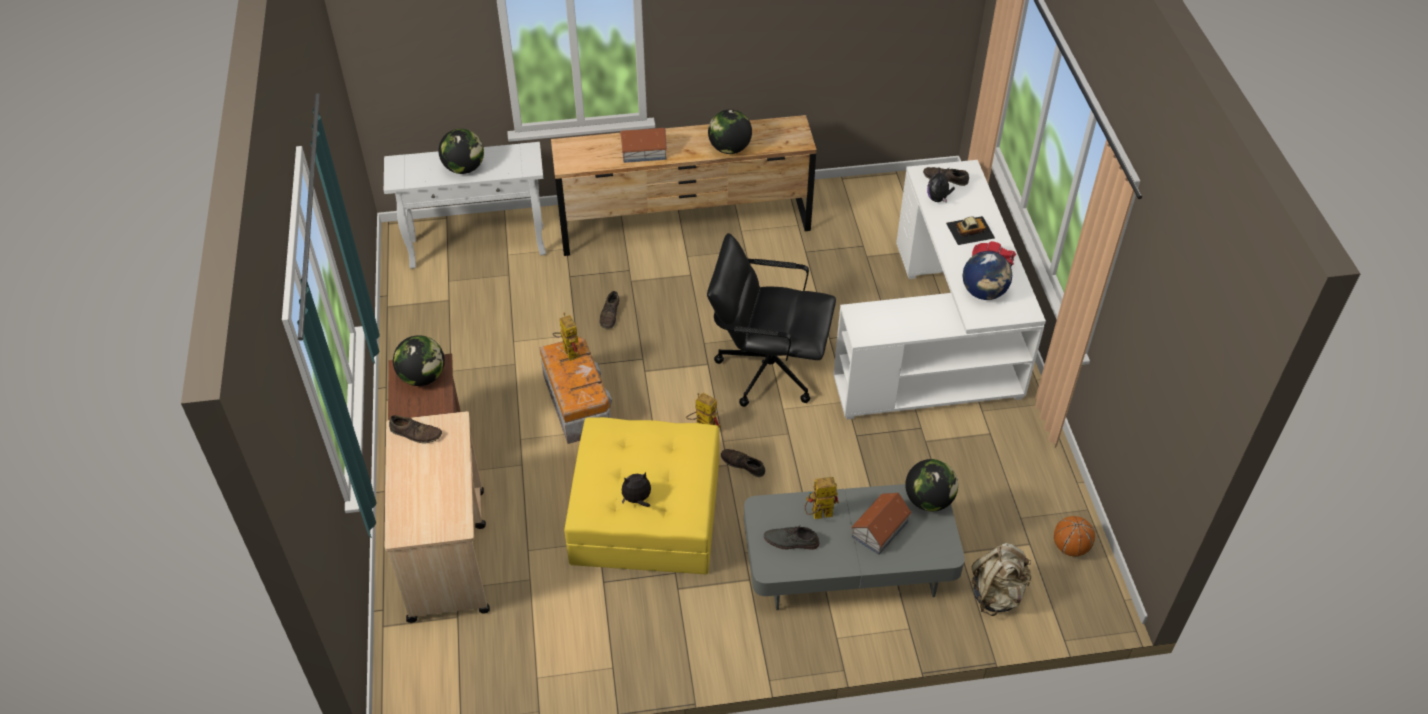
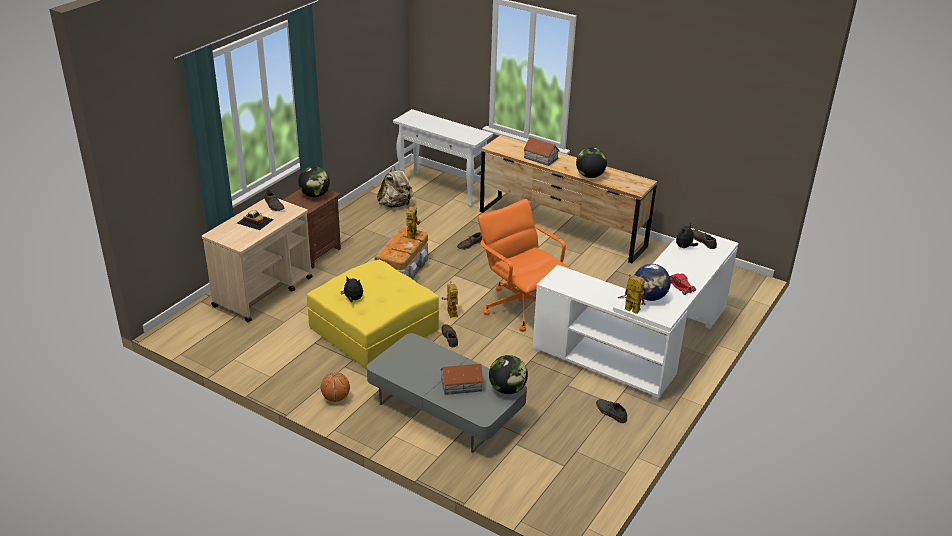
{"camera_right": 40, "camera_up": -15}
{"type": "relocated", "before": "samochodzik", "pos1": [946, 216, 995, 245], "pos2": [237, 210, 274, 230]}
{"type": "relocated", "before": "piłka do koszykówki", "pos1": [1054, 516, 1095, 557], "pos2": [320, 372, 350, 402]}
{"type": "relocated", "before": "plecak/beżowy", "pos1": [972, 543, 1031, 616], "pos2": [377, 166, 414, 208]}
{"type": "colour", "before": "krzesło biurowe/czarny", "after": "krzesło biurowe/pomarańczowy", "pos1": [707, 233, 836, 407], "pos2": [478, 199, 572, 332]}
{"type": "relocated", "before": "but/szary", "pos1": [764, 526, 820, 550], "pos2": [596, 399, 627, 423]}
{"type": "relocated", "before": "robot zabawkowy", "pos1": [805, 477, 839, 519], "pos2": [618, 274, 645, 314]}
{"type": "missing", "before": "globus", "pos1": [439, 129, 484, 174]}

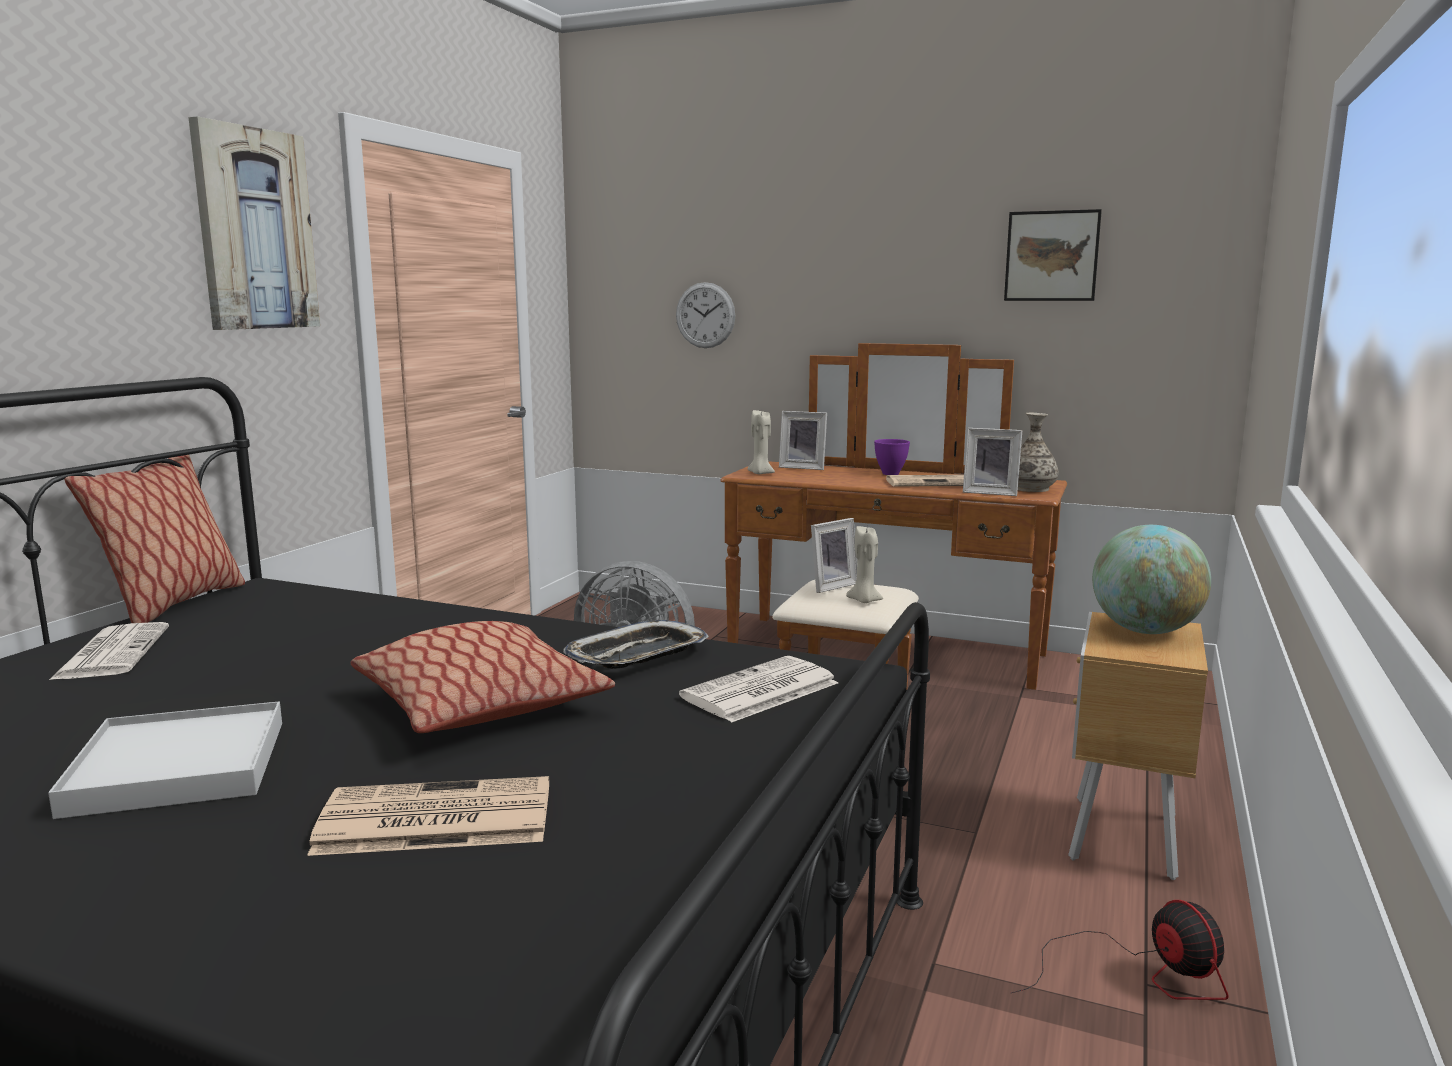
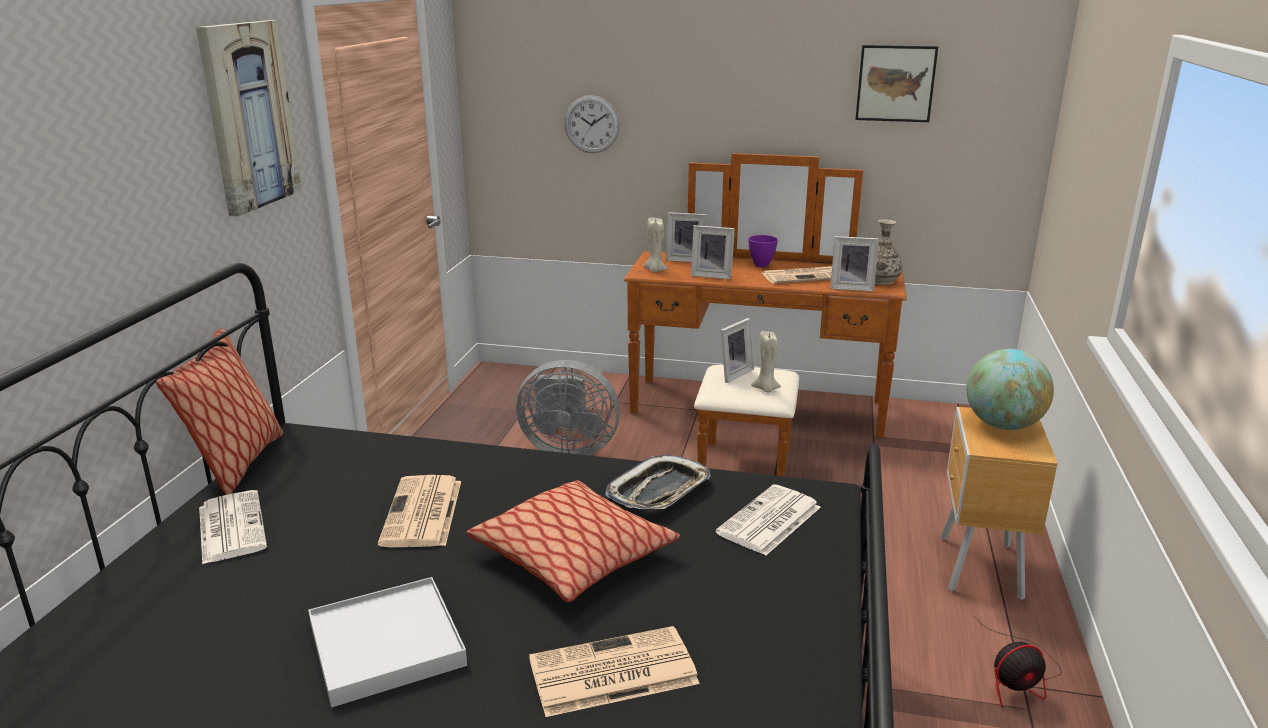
{"camera_right": -10, "camera_up": 10}
{"type": "appeared", "after": "gazeta", "pos2": [378, 475, 461, 547]}
{"type": "appeared", "after": "ramka na zdjęcie", "pos2": [691, 225, 735, 279]}
{"type": "spun", "before": "wentylator", "pos1": [1011, 900, 1229, 1000], "pos2": [974, 616, 1062, 708], "turn": 105}

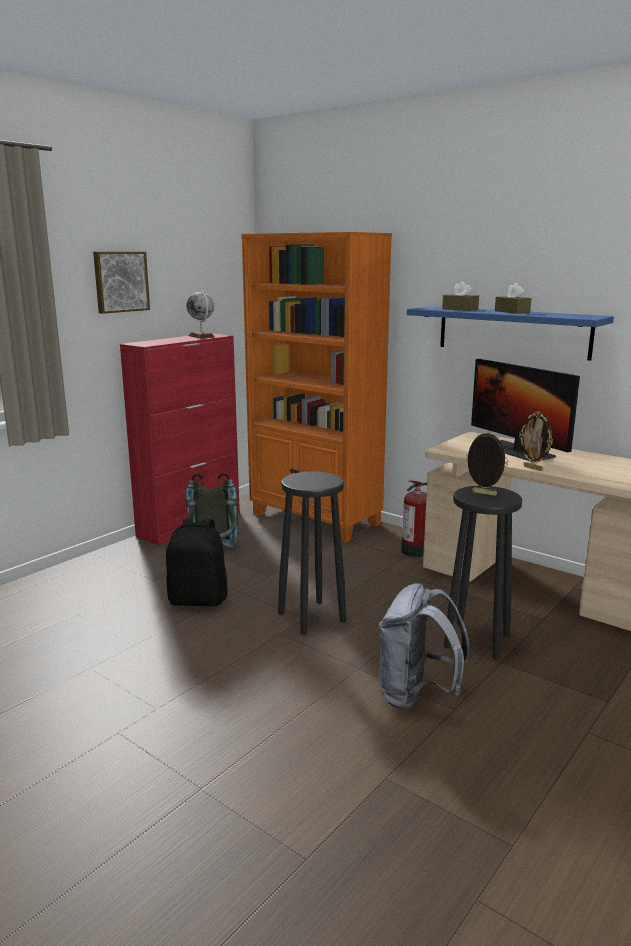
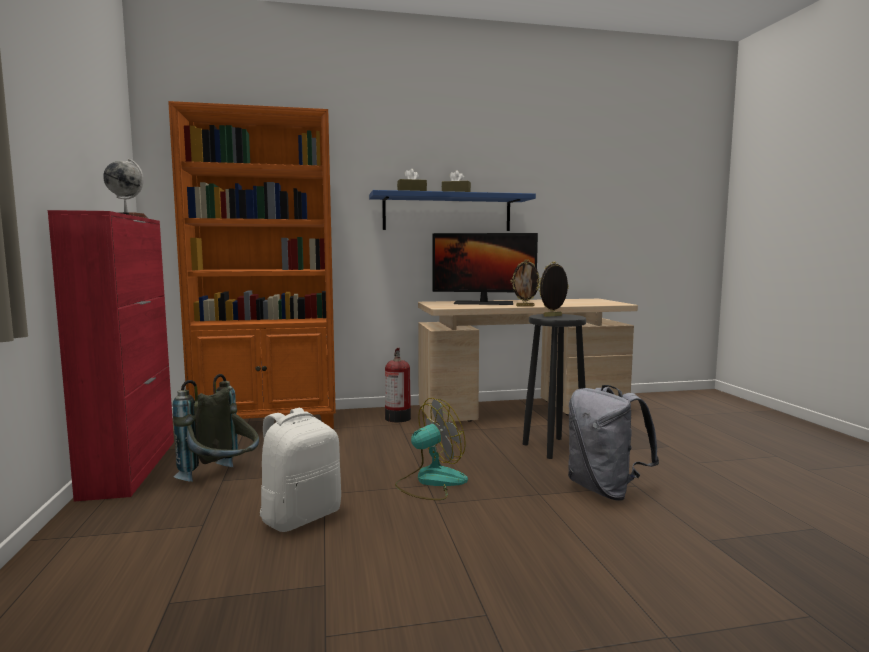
{"camera_right": -50, "camera_up": -10}
{"type": "colour", "before": "plecak/czarny", "after": "plecak/biały", "pos1": [166, 519, 228, 606], "pos2": [260, 408, 341, 532]}
{"type": "exchanged", "before": "stołek/czarny", "after": "wentylator", "pos1": [278, 471, 346, 635], "pos2": [395, 398, 468, 500]}
{"type": "missing", "before": "obraz", "pos1": [93, 252, 150, 314]}

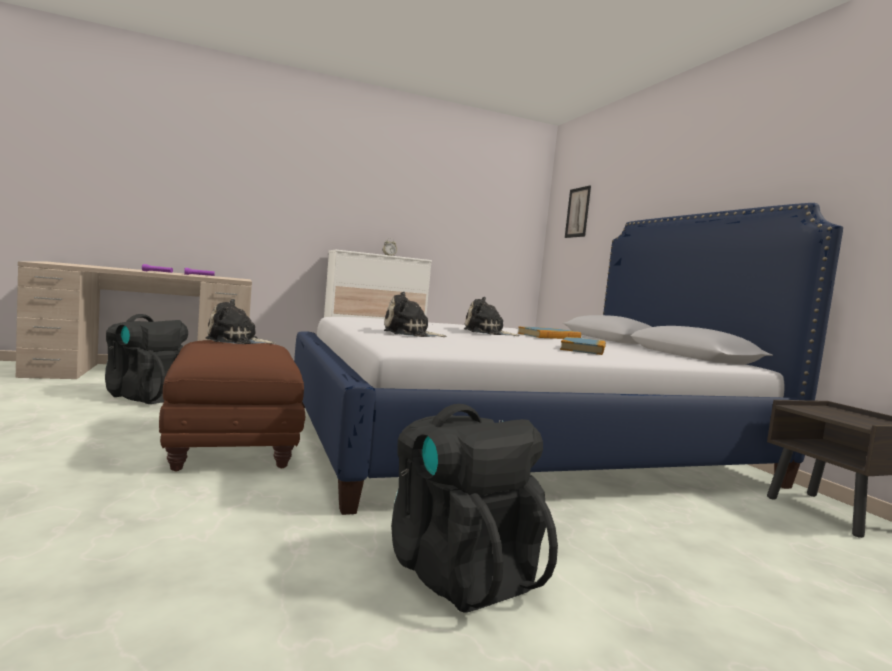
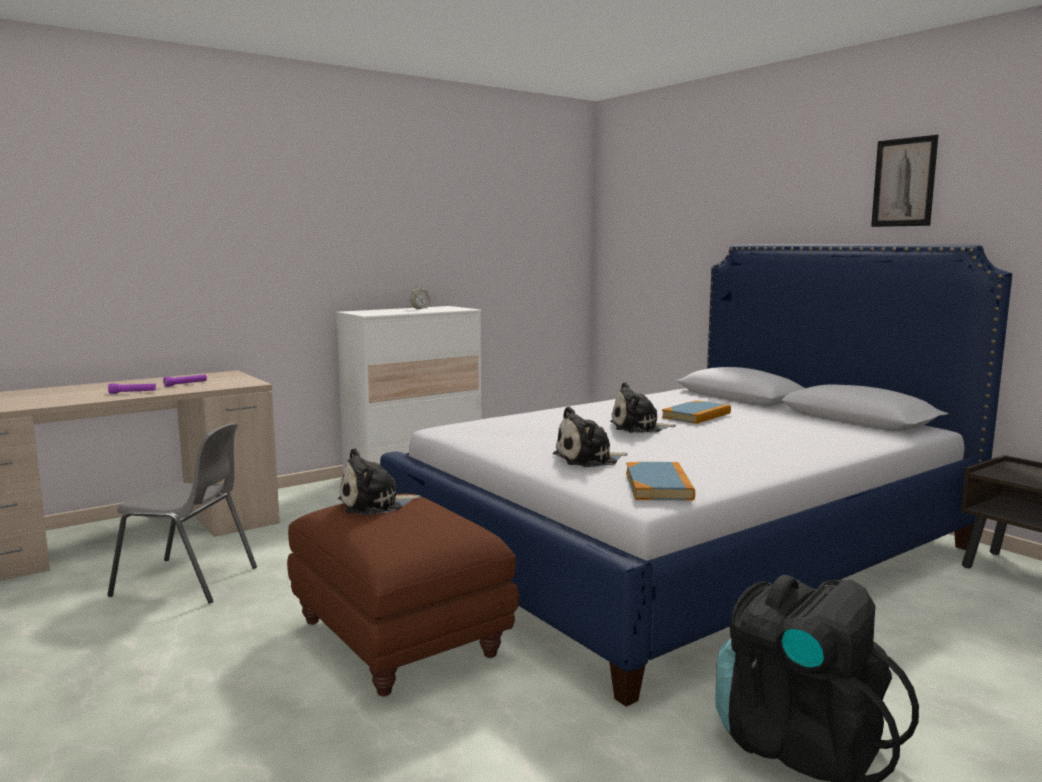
{"camera_right": -15, "camera_up": 5}
{"type": "exchanged", "before": "plecak/czarny", "after": "krzesło/szary", "pos1": [105, 314, 188, 404], "pos2": [107, 423, 257, 604]}
{"type": "relocated", "before": "książka", "pos1": [560, 337, 606, 355], "pos2": [626, 462, 695, 501]}
{"type": "relocated", "before": "obraz", "pos1": [565, 186, 591, 238], "pos2": [871, 135, 938, 227]}

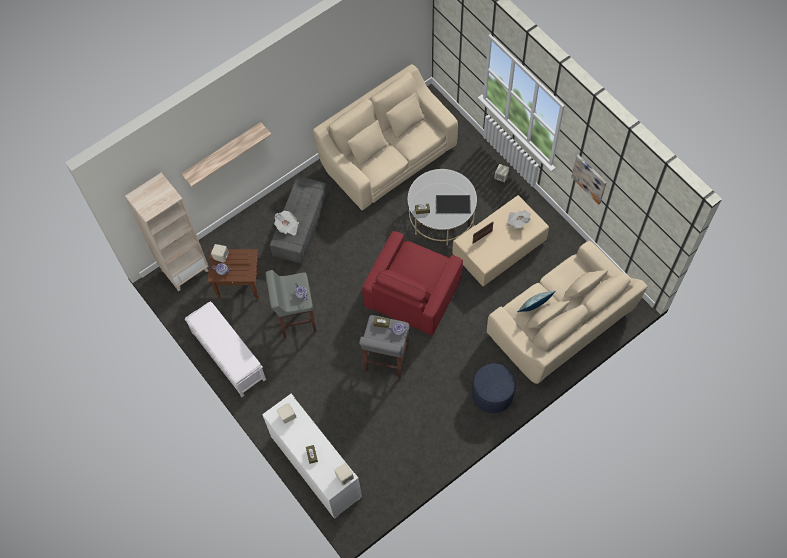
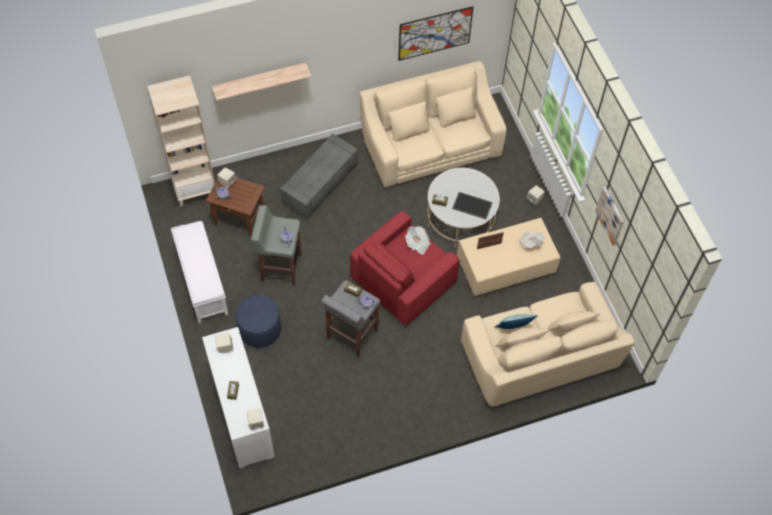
{"camera_right": 15, "camera_up": -5}
{"type": "relocated", "before": "pufa/niebieski", "pos1": [472, 363, 516, 413], "pos2": [236, 295, 281, 348]}
{"type": "appeared", "after": "obraz", "pos2": [398, 6, 473, 61]}
{"type": "relocated", "before": "gazeta", "pos1": [274, 211, 299, 235], "pos2": [405, 226, 431, 255]}

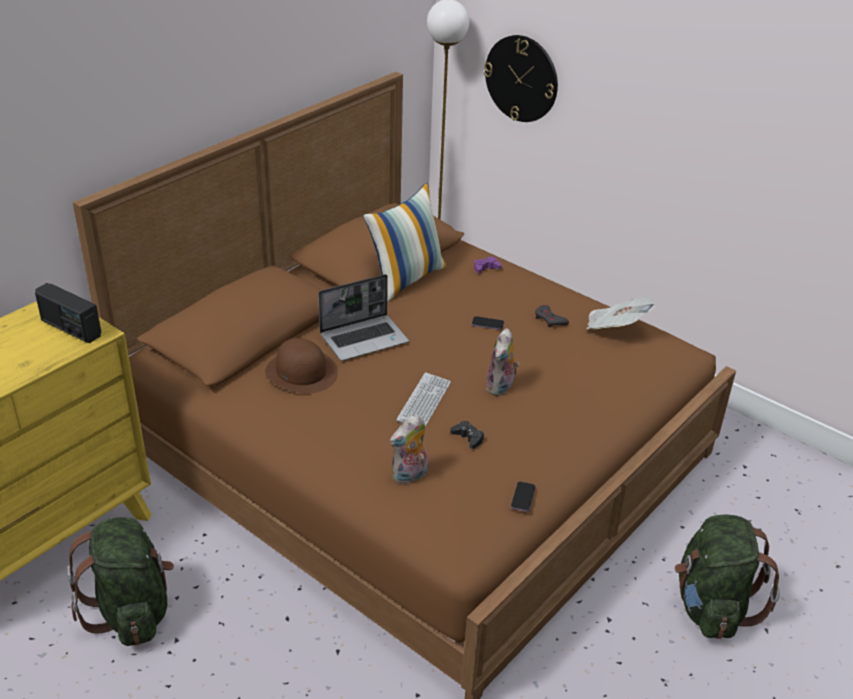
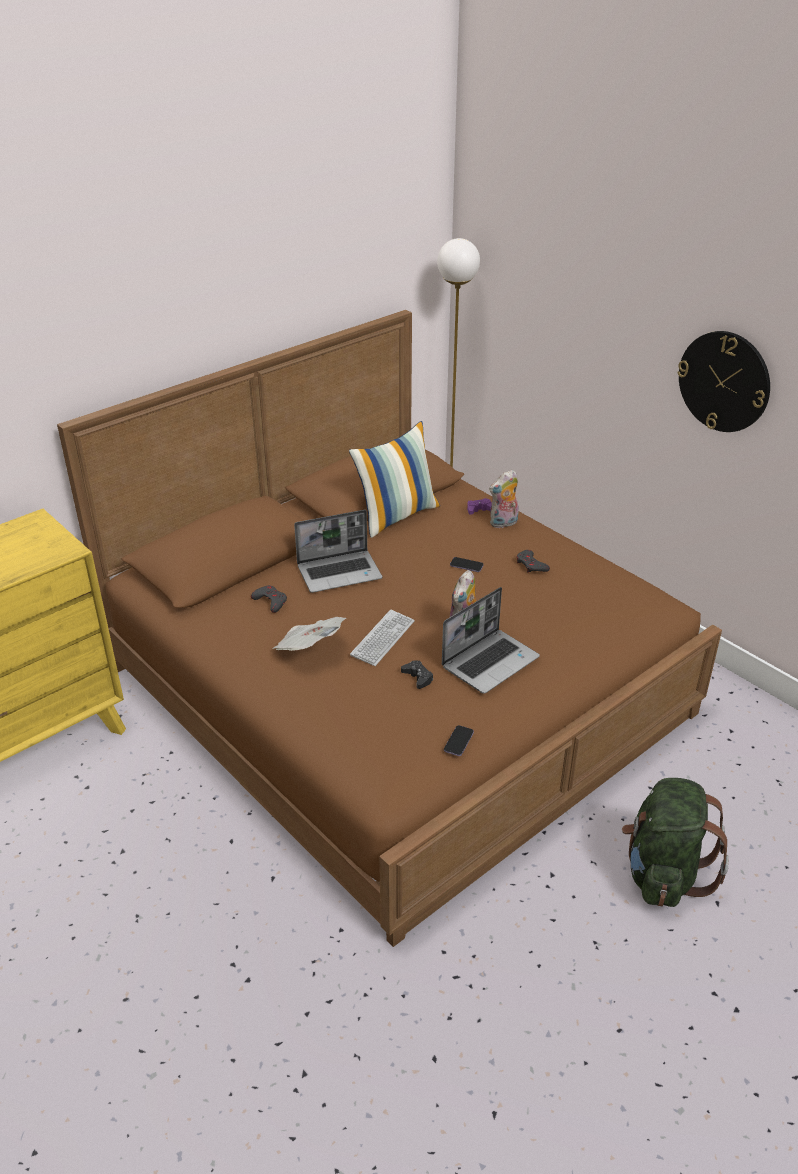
{"camera_right": 10, "camera_up": 0}
{"type": "exchanged", "before": "kapelusz/brązowy", "after": "pad do gier/szary", "pos1": [265, 338, 338, 394], "pos2": [251, 585, 287, 613]}
{"type": "relocated", "before": "gazeta", "pos1": [586, 297, 655, 329], "pos2": [272, 617, 346, 651]}
{"type": "appeared", "after": "laptop", "pos2": [442, 587, 540, 694]}
{"type": "relocated", "before": "pluszak", "pos1": [390, 414, 428, 484], "pos2": [489, 470, 519, 529]}
{"type": "relocated", "before": "zegar ścienny", "pos1": [484, 35, 558, 122], "pos2": [677, 331, 770, 432]}
{"type": "missing", "before": "radio", "pos1": [35, 283, 102, 343]}
{"type": "missing", "before": "plecak/zielony", "pos1": [67, 517, 174, 646]}

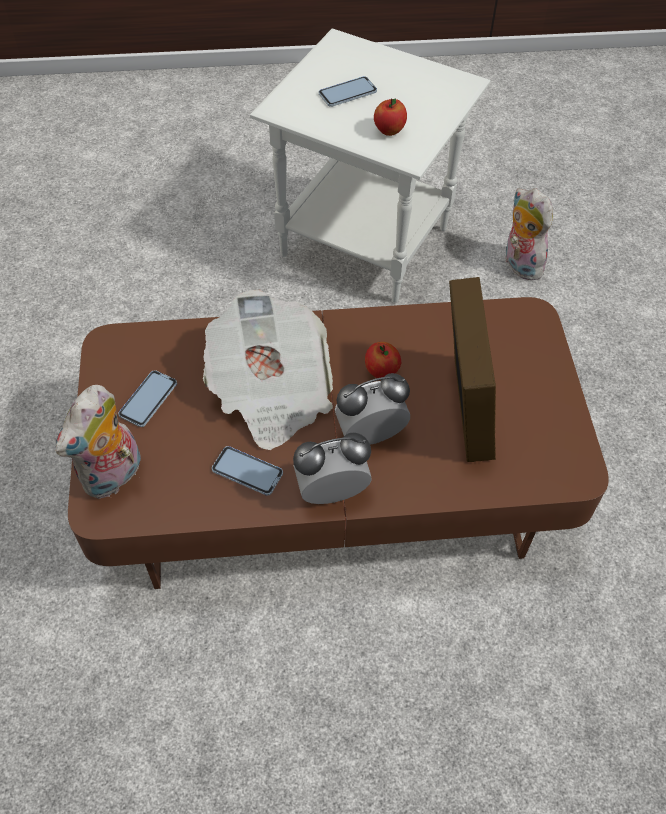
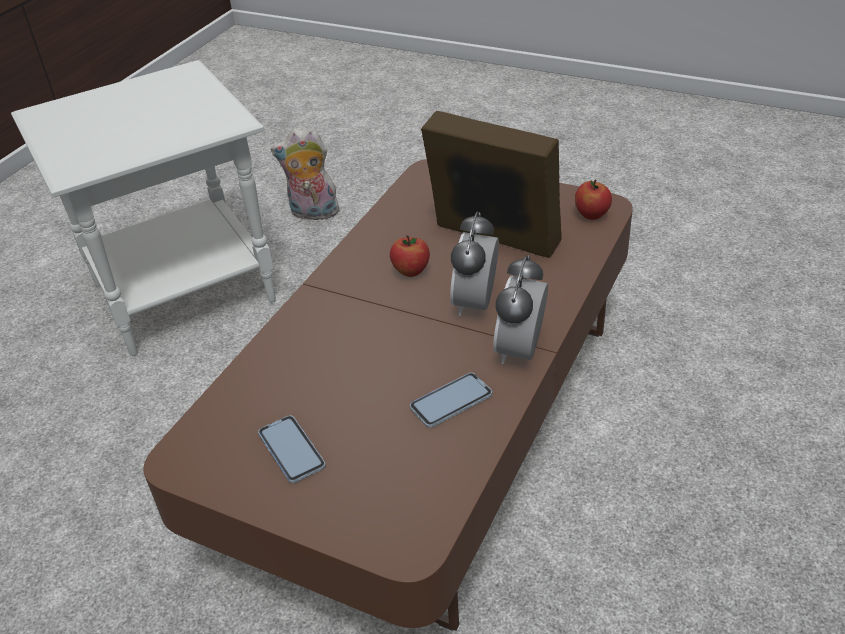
{"camera_right": -55, "camera_up": -15}
{"type": "relocated", "before": "jabłko", "pos1": [374, 98, 407, 136], "pos2": [575, 179, 612, 220]}
{"type": "missing", "before": "pluszak", "pos1": [56, 385, 141, 499]}
{"type": "missing", "before": "gazeta", "pos1": [202, 289, 333, 450]}
{"type": "missing", "before": "telefon", "pos1": [319, 76, 377, 107]}

